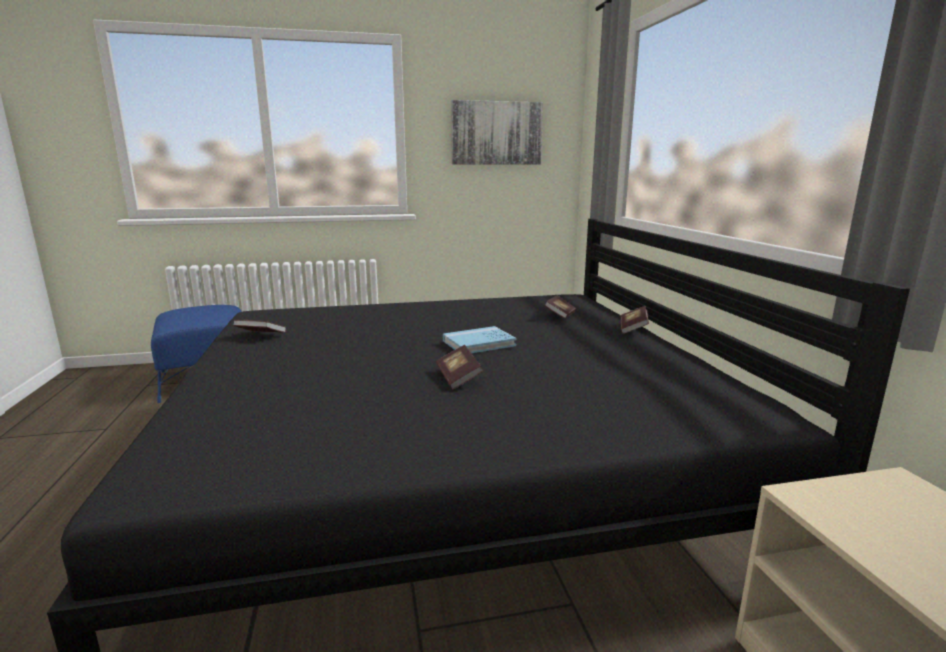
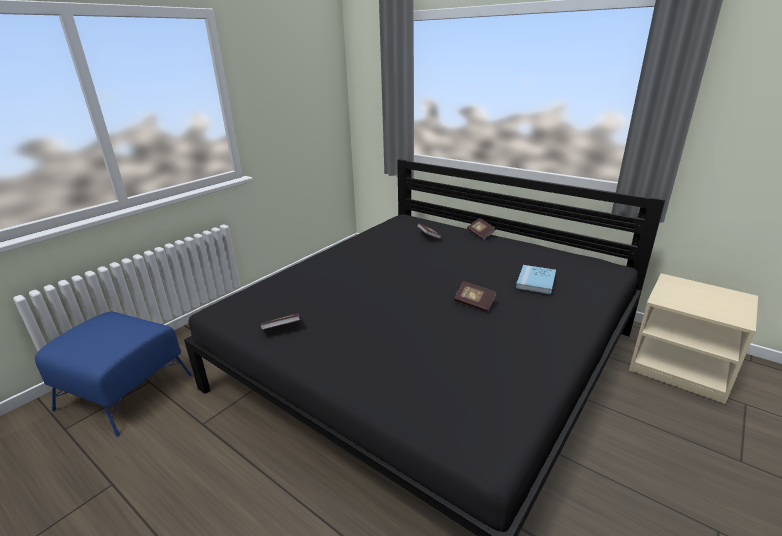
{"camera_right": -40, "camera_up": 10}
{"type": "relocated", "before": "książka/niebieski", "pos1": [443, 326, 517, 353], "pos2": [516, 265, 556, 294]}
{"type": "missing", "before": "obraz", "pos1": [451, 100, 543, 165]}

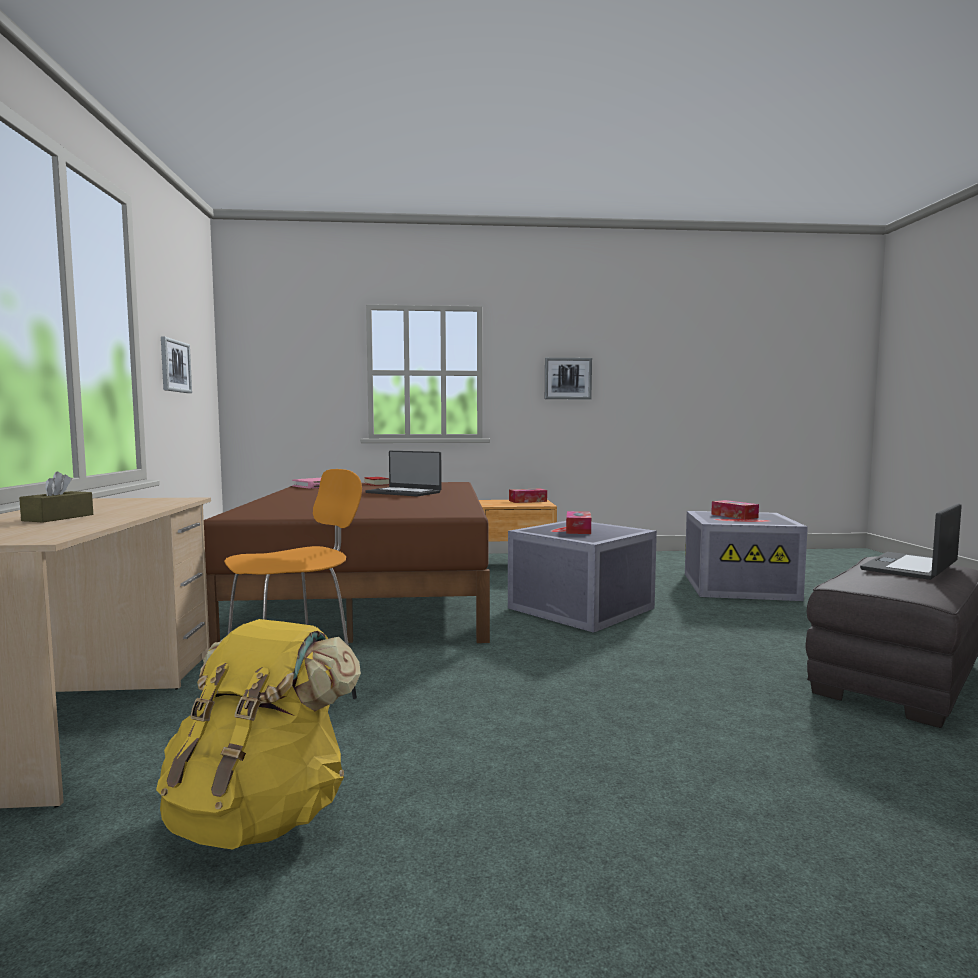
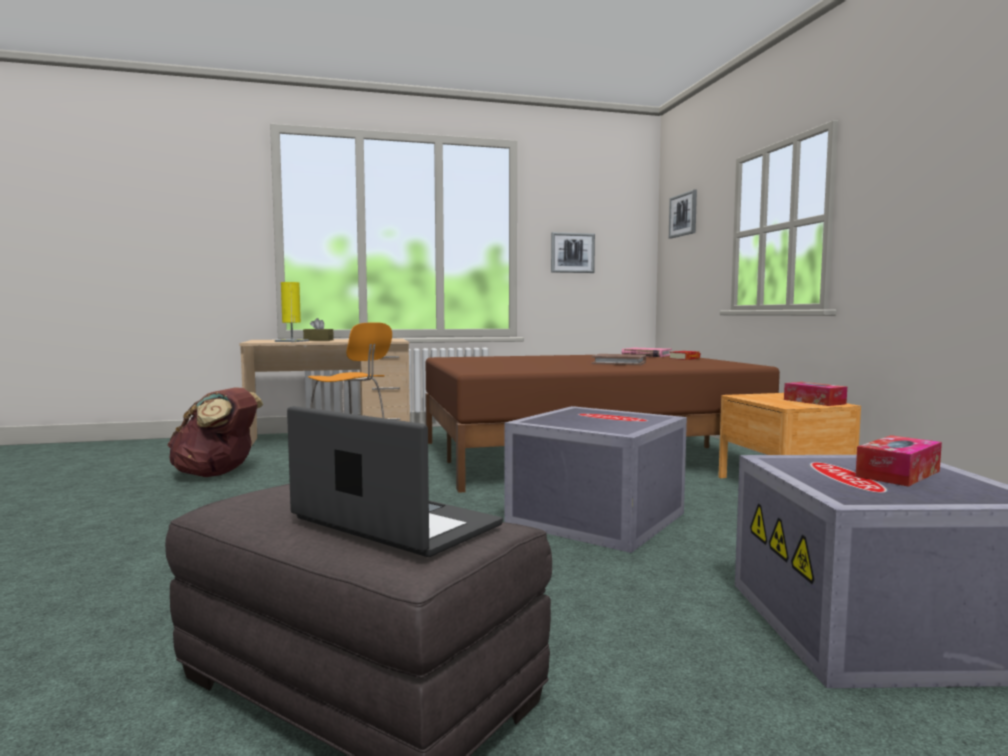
{"camera_right": 80, "camera_up": 0}
{"type": "colour", "before": "plecak/żółty", "after": "plecak/brązowy", "pos1": [156, 619, 361, 850], "pos2": [167, 387, 263, 477]}
{"type": "appeared", "after": "lampa stołowa/żółty", "pos2": [275, 282, 309, 342]}
{"type": "exchanged", "before": "laptop", "after": "książka/brązowy", "pos1": [365, 451, 442, 497], "pos2": [591, 354, 646, 365]}
{"type": "relocated", "before": "obraz", "pos1": [545, 358, 592, 399], "pos2": [669, 189, 697, 239]}
{"type": "missing", "before": "pudełko chusteczek", "pos1": [566, 511, 591, 534]}

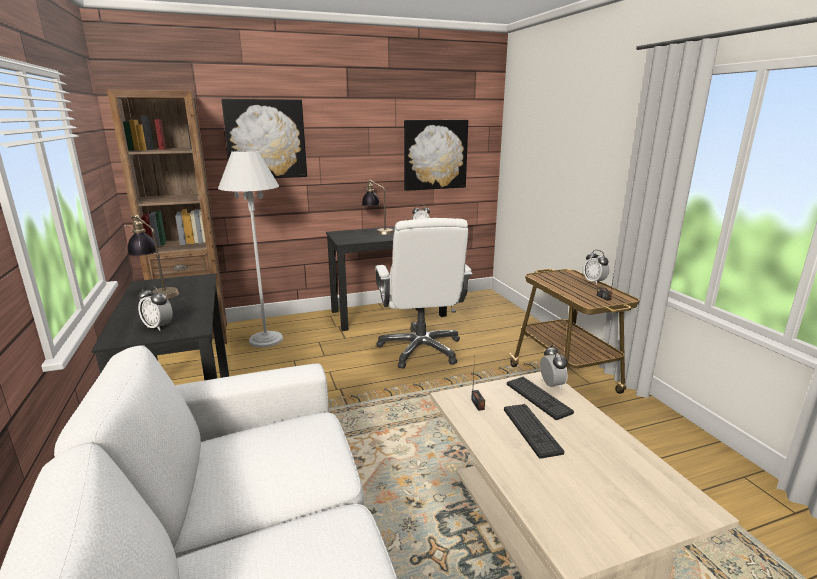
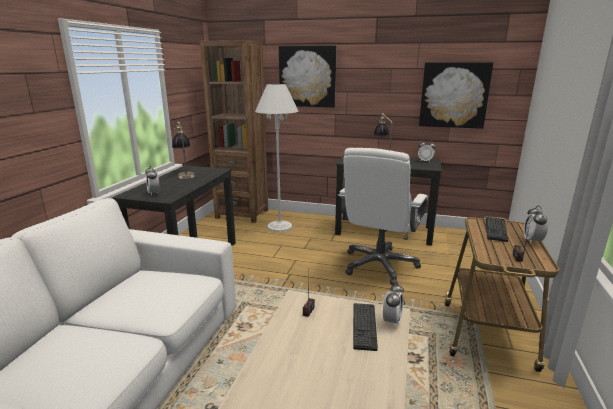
{"camera_right": 35, "camera_up": 0}
{"type": "relocated", "before": "klawiatura", "pos1": [504, 404, 564, 459], "pos2": [486, 216, 508, 242]}

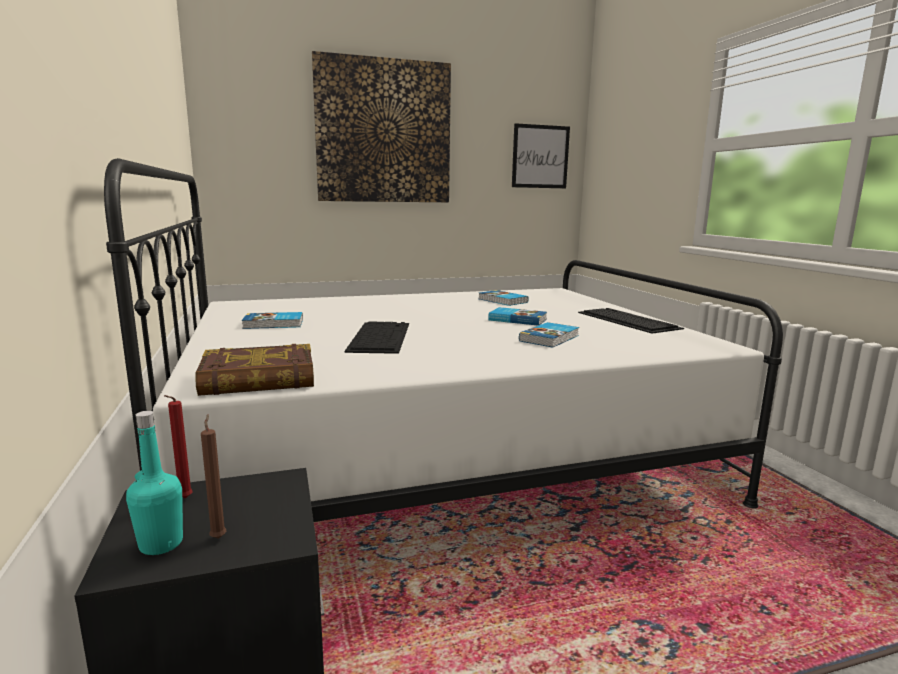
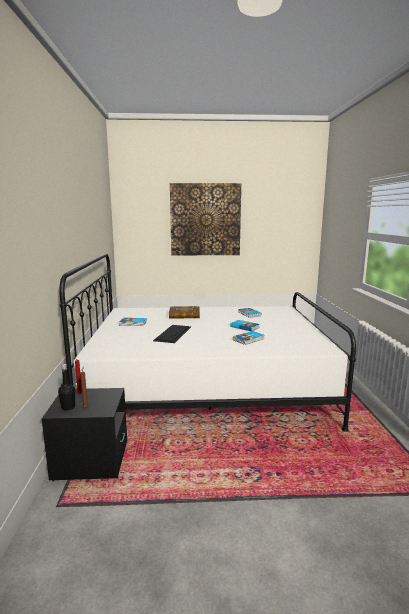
{"camera_right": 15, "camera_up": 0}
{"type": "colour", "before": "butelka/turkusowy", "after": "butelka/czarny", "pos1": [126, 411, 183, 555], "pos2": [58, 364, 75, 411]}
{"type": "relocated", "before": "książka", "pos1": [195, 344, 314, 396], "pos2": [169, 306, 200, 319]}
{"type": "missing", "before": "obraz", "pos1": [512, 123, 570, 188]}
{"type": "missing", "before": "klawiatura", "pos1": [578, 308, 684, 334]}

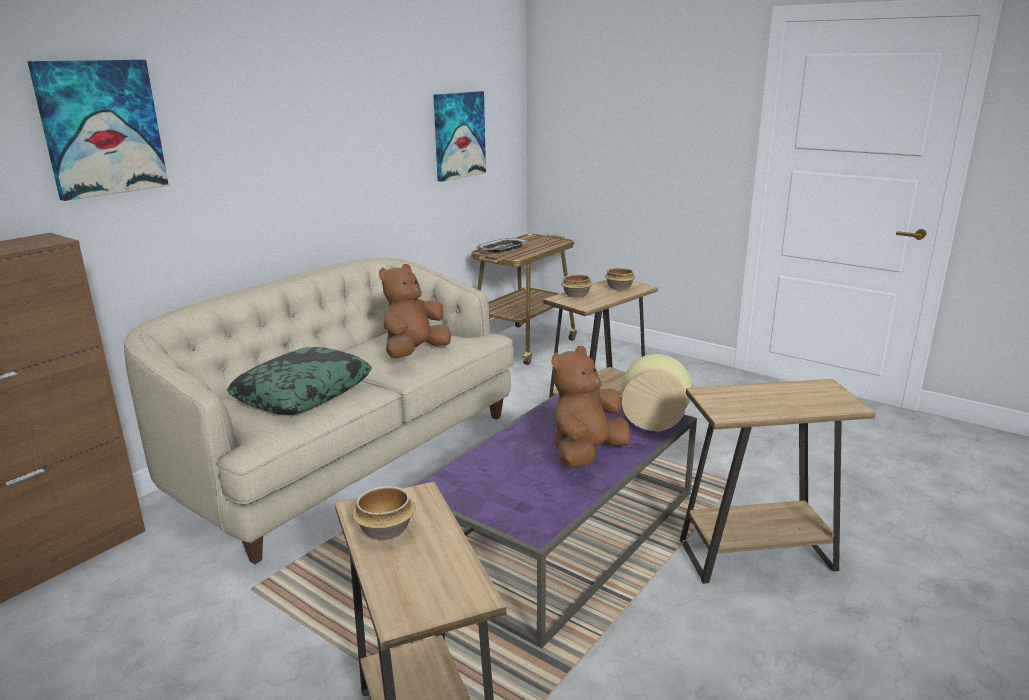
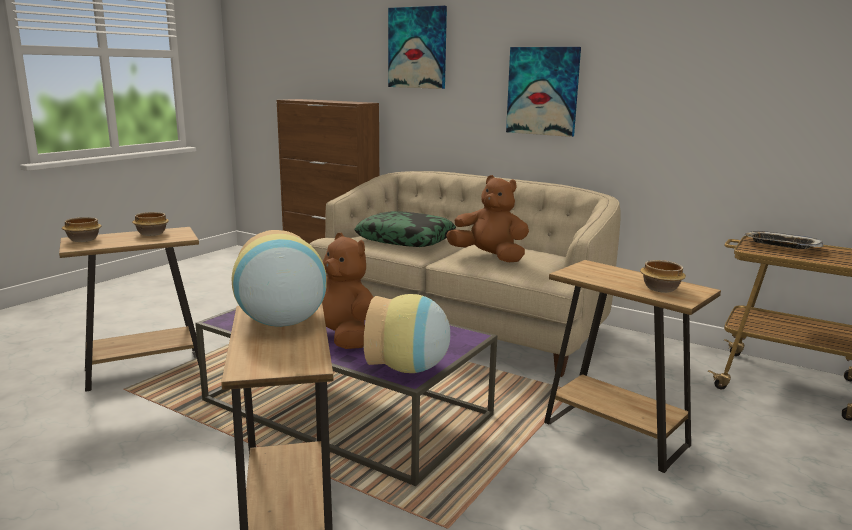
{"camera_right": 85, "camera_up": -5}
{"type": "relocated", "before": "miska", "pos1": [561, 274, 593, 298], "pos2": [62, 217, 102, 242]}
{"type": "appeared", "after": "wazon", "pos2": [232, 230, 327, 327]}
{"type": "relocated", "before": "obraz", "pos1": [433, 91, 486, 182], "pos2": [506, 47, 581, 137]}

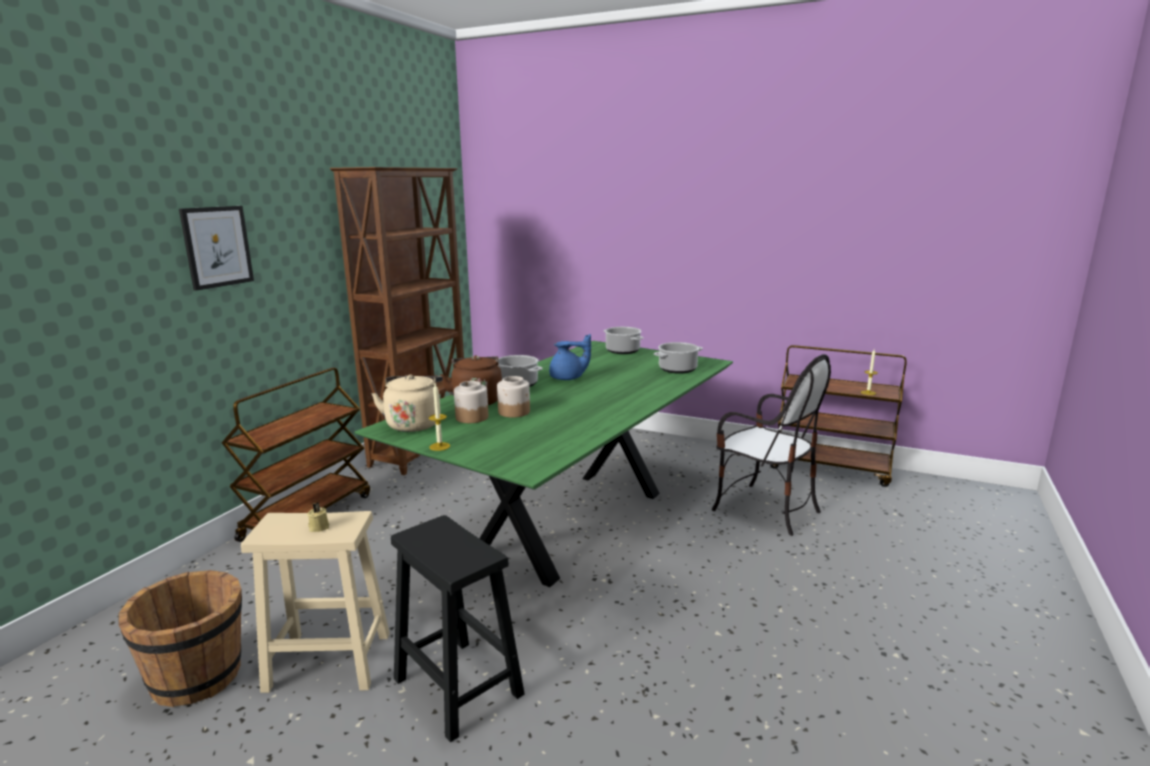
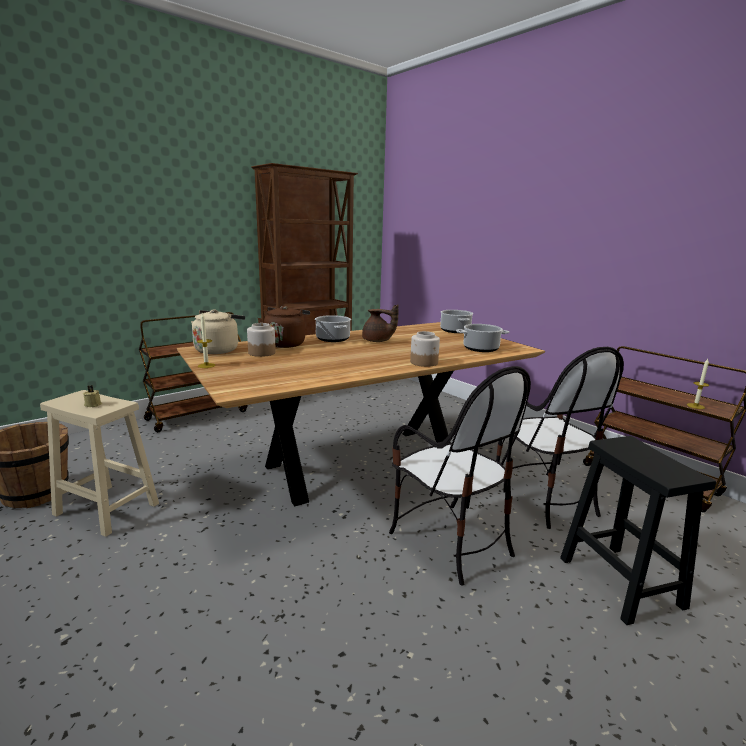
{"camera_right": 25, "camera_up": 0}
{"type": "colour", "before": "stół jadalny/zielony", "after": "stół jadalny/brązowy", "pos1": [355, 341, 733, 587], "pos2": [176, 322, 545, 506]}
{"type": "colour", "before": "imbryk/niebieski", "after": "imbryk/brązowy", "pos1": [549, 334, 591, 380], "pos2": [362, 304, 399, 342]}
{"type": "appeared", "after": "krzesło", "pos2": [389, 366, 531, 585]}
{"type": "relocated", "before": "słoik", "pos1": [497, 376, 530, 418], "pos2": [410, 331, 440, 367]}
{"type": "relocated", "before": "stołek/czarny", "pos1": [391, 515, 525, 742], "pos2": [560, 436, 716, 625]}
{"type": "missing", "before": "obraz", "pos1": [179, 206, 254, 291]}

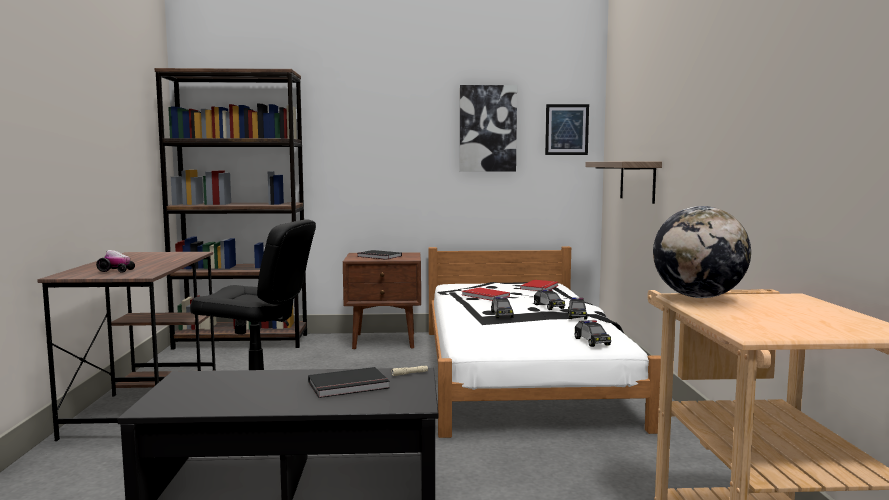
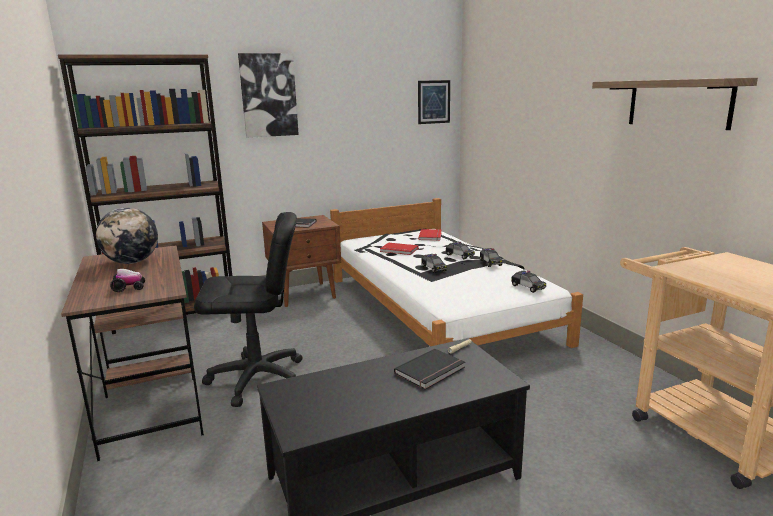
{"camera_right": -20, "camera_up": 10}
{"type": "relocated", "before": "globus", "pos1": [653, 206, 751, 298], "pos2": [96, 208, 158, 264]}
{"type": "relocated", "before": "obraz", "pos1": [460, 85, 517, 172], "pos2": [238, 53, 299, 138]}
{"type": "relocated", "before": "półka", "pos1": [585, 162, 662, 204], "pos2": [592, 78, 758, 130]}

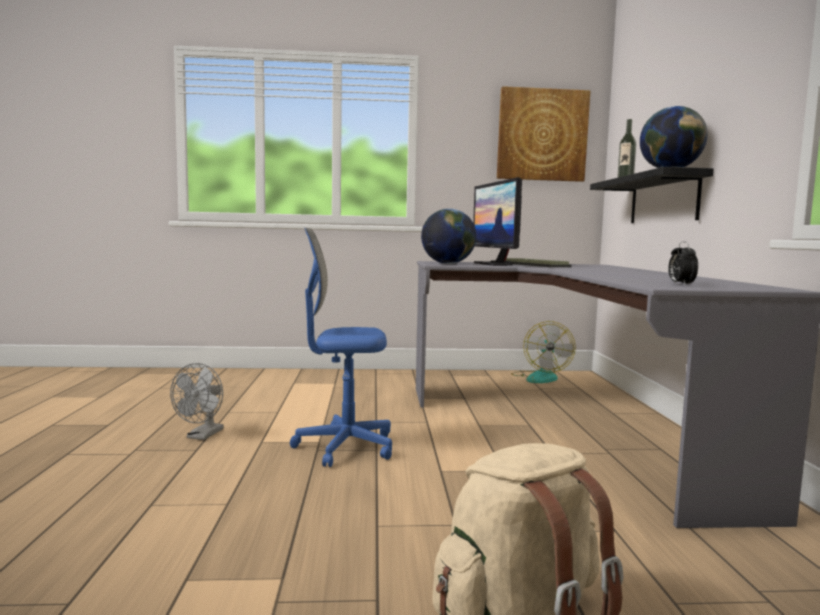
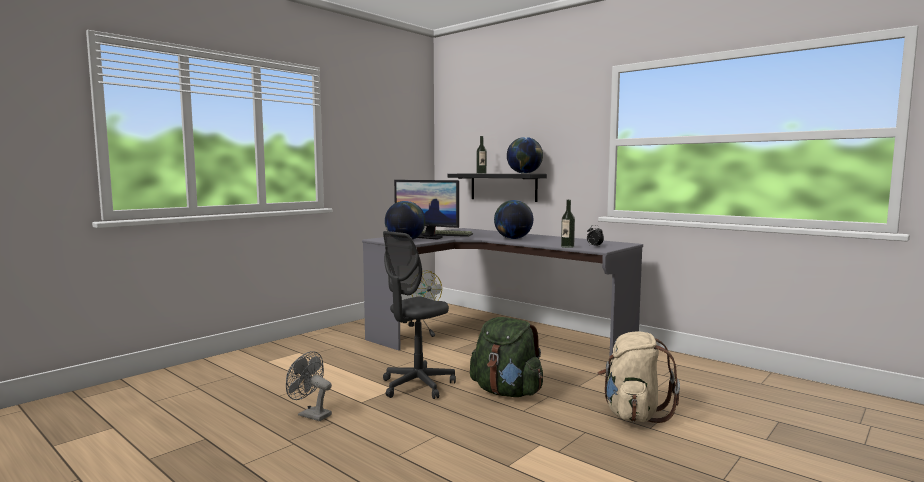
{"camera_right": -45, "camera_up": 0}
{"type": "spun", "before": "wentylator/szary", "pos1": [170, 363, 224, 440], "pos2": [286, 351, 332, 421], "turn": 150}
{"type": "colour", "before": "krzesło biurowe/niebieski", "after": "krzesło biurowe/szary", "pos1": [290, 228, 392, 467], "pos2": [383, 231, 456, 399]}
{"type": "appeared", "after": "plecak/zielony", "pos2": [470, 317, 543, 397]}
{"type": "appeared", "after": "globus", "pos2": [494, 200, 533, 239]}
{"type": "appeared", "after": "butelka", "pos2": [561, 200, 575, 248]}
{"type": "missing", "before": "obraz", "pos1": [497, 86, 591, 182]}

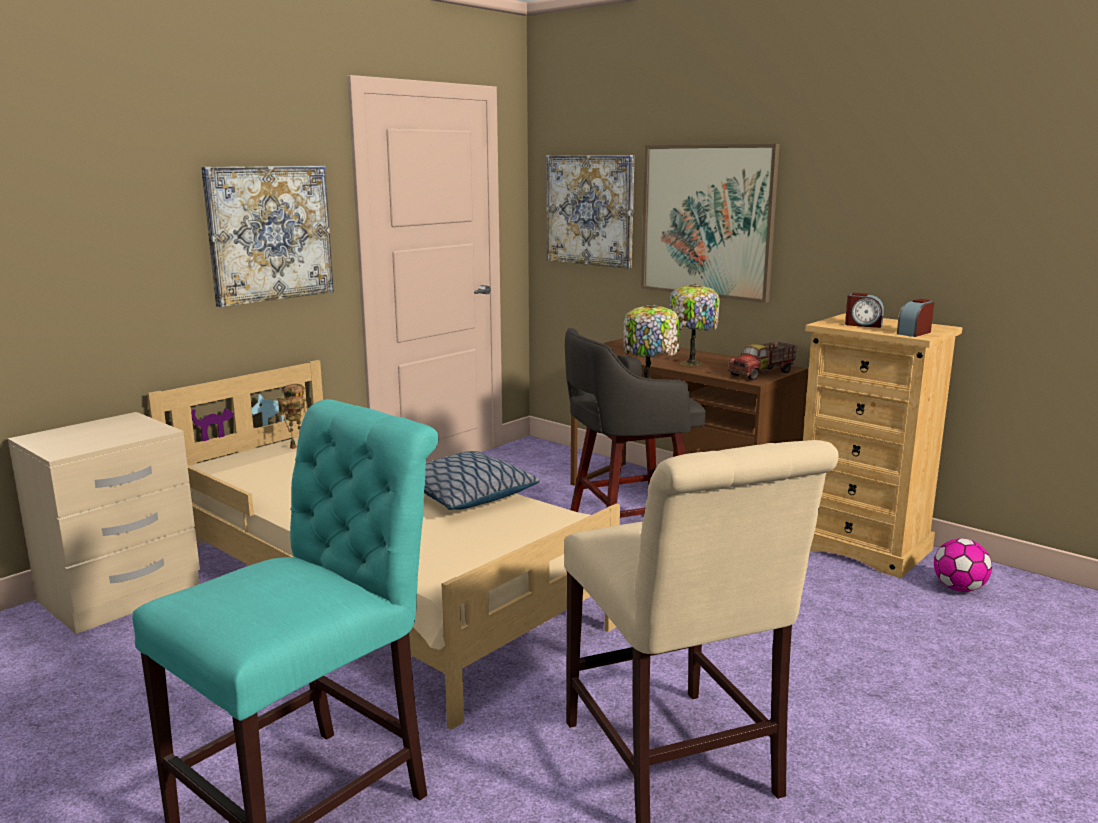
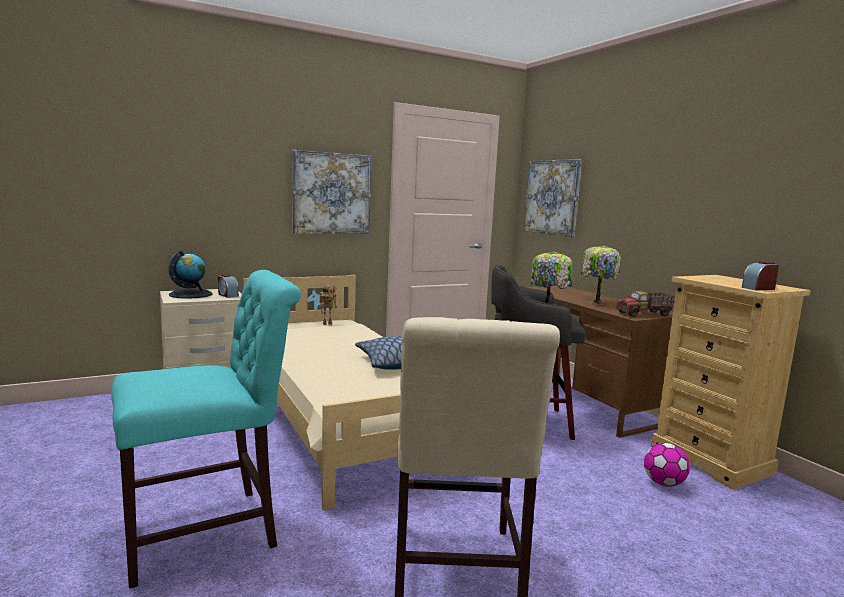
{"camera_right": 20, "camera_up": -5}
{"type": "appeared", "after": "globus", "pos2": [168, 250, 213, 299]}
{"type": "relocated", "before": "budzik", "pos1": [845, 293, 884, 328], "pos2": [218, 274, 239, 298]}
{"type": "relocated", "before": "piłka futbolowa", "pos1": [934, 538, 992, 592], "pos2": [644, 443, 690, 487]}
{"type": "missing", "before": "obraz", "pos1": [641, 144, 780, 303]}

